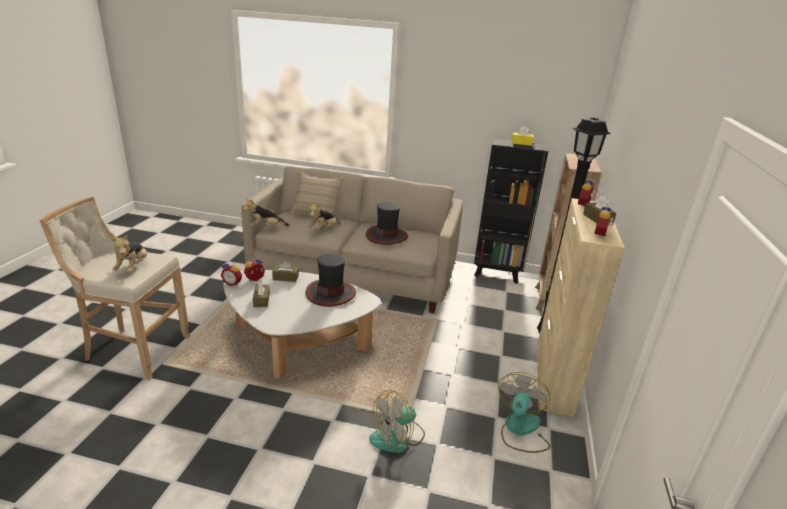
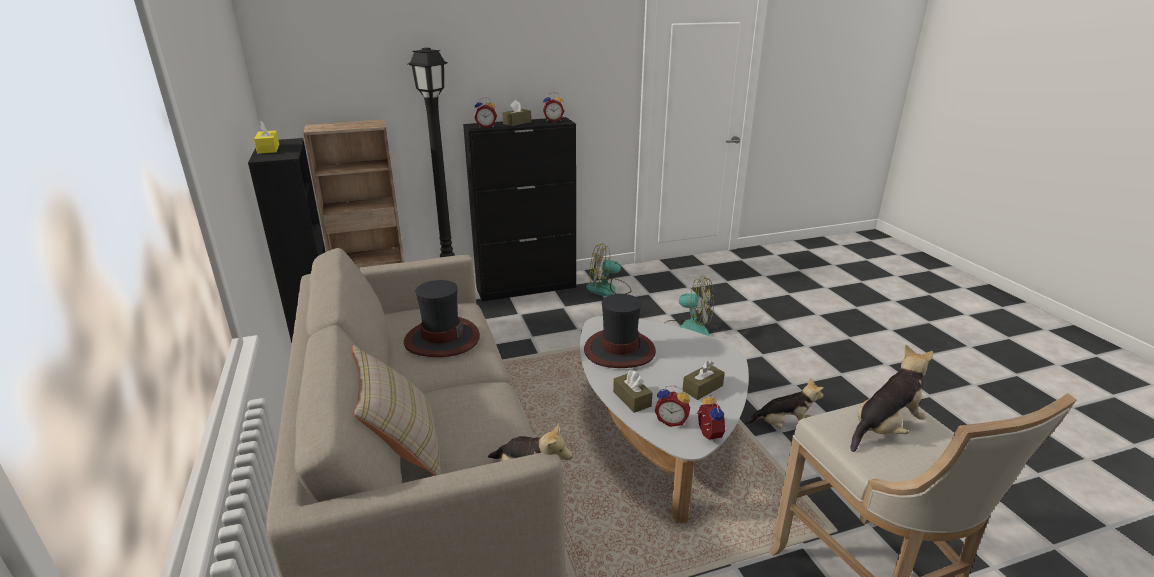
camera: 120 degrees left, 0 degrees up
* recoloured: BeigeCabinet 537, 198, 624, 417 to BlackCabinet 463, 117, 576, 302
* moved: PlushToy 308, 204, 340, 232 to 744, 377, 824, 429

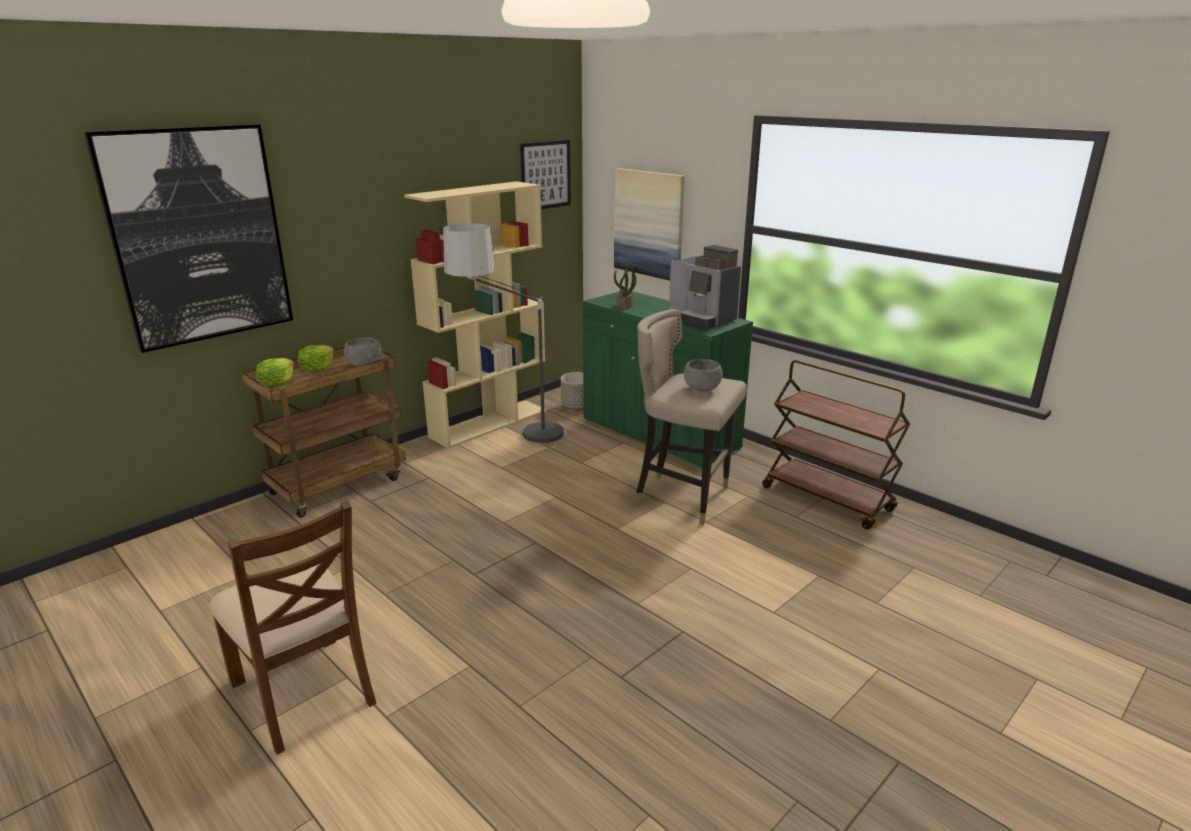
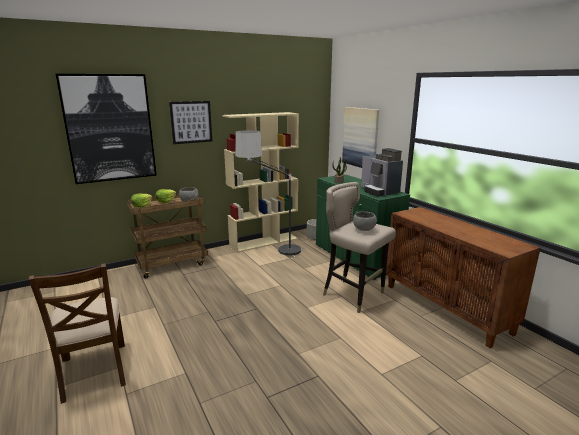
camera: 15 degrees right, 5 degrees down
* moved: Picture 520, 140, 571, 209 to 169, 101, 212, 144
* replaced: BrownCart 762, 360, 910, 530 to BrownCabinet 386, 207, 540, 348

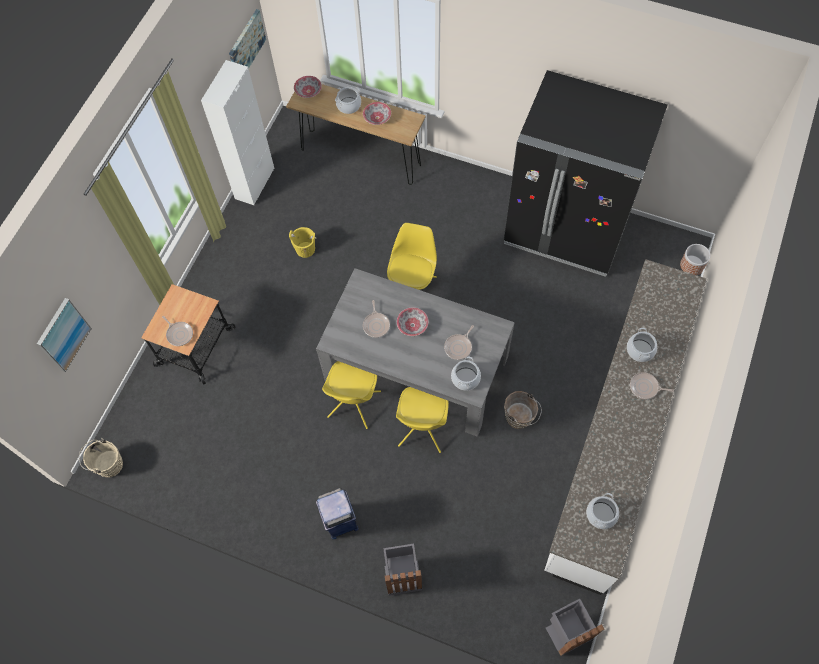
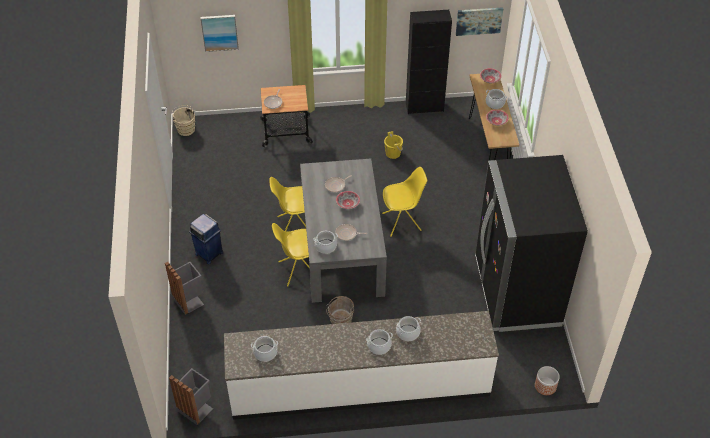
camera: 60 degrees right, 15 degrees down
* recoloured: WhiteCabinet 201, 60, 275, 205 to BlackCabinet 406, 10, 452, 114
* replaced: FryingPan 630, 372, 674, 399 to CookingPot 366, 329, 393, 355

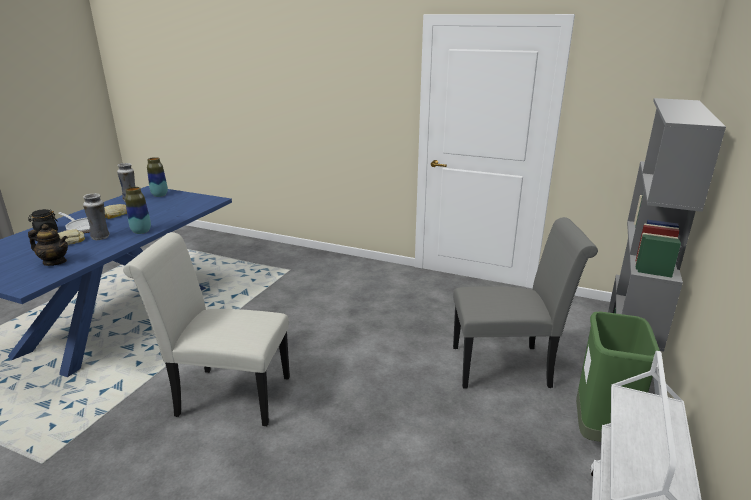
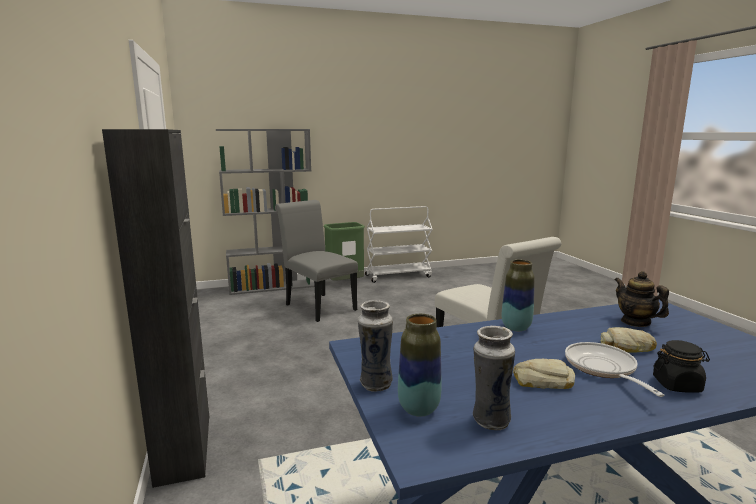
camera: 130 degrees left, 10 degrees down
* moved: Vase 83, 193, 110, 240 to 358, 300, 393, 392
* added: BlackCabinet 102, 129, 209, 488

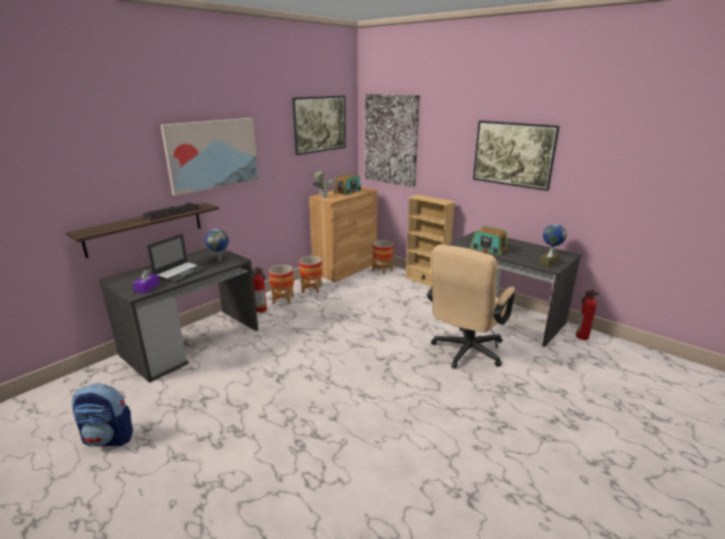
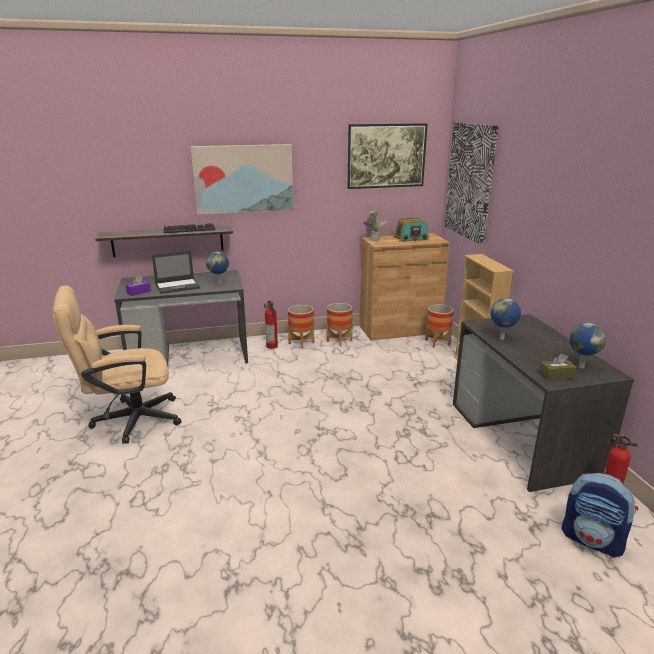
camera: 35 degrees right, 0 degrees up
* removed: Picture 473, 121, 560, 191
* replaced: Radio 470, 226, 508, 255 to Globe 490, 298, 521, 340
* moved: BeigeOfficeChair 427, 244, 515, 368 to 53, 285, 182, 444
* moved: Backpack 72, 383, 133, 447 to 562, 473, 638, 557

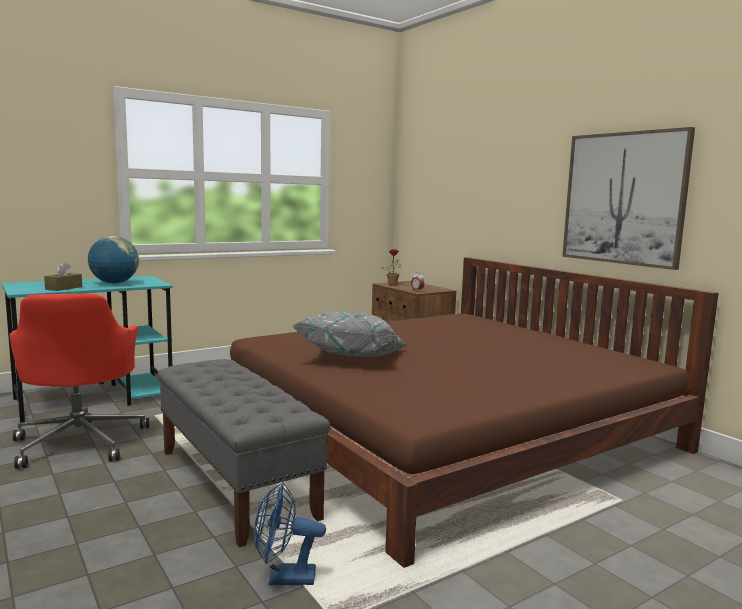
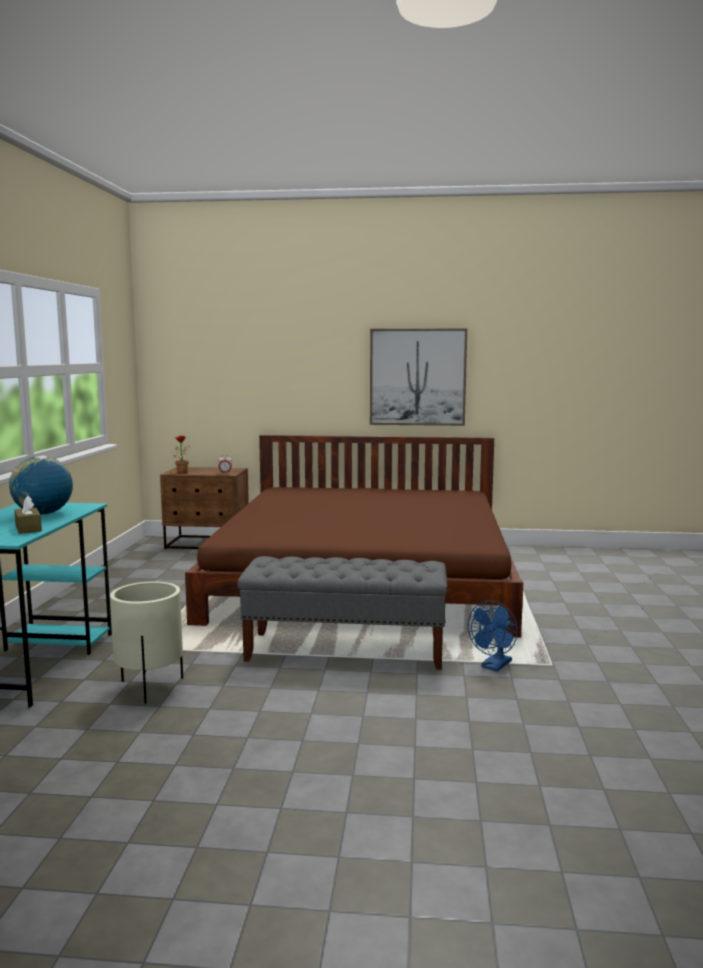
camera: 50 degrees left, 0 degrees up
* replaced: RedOfficeChair 9, 293, 149, 469 to BeigePlanter 110, 582, 183, 704
* removed: GreyPillow 293, 312, 407, 357

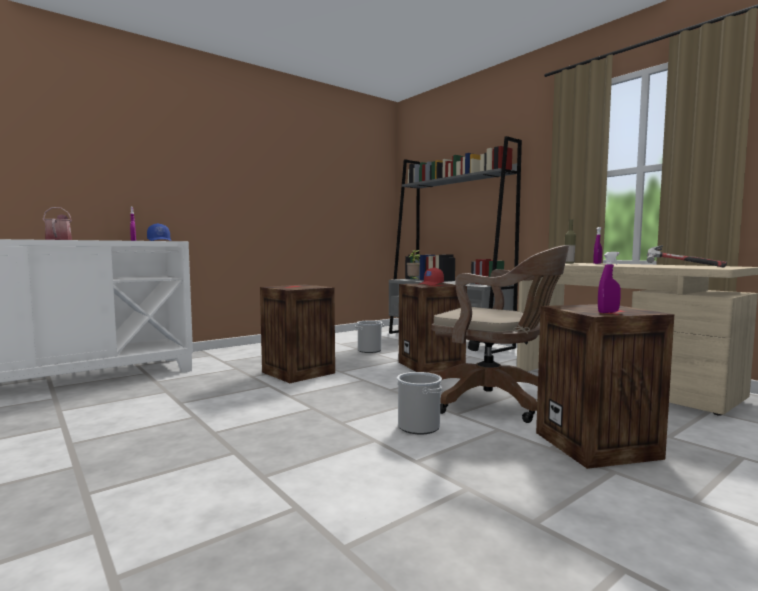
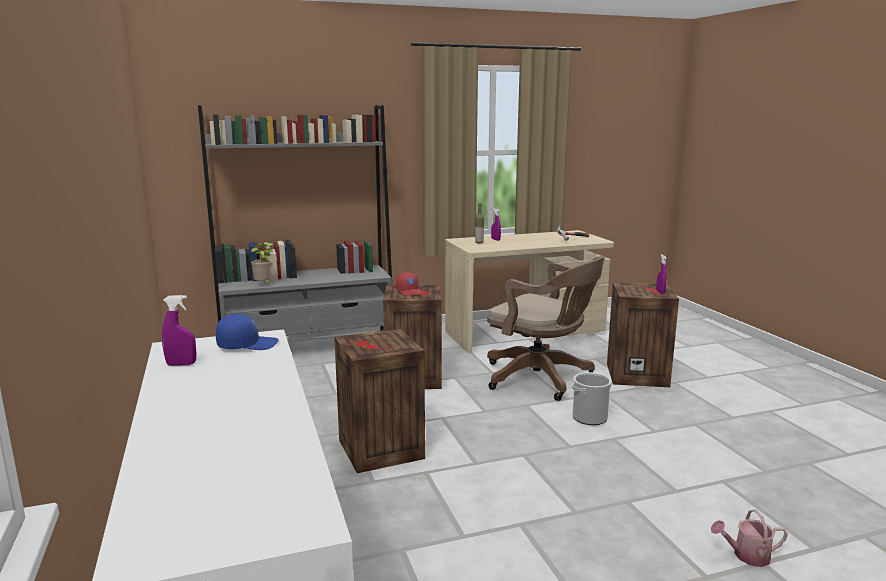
camera: 70 degrees left, 10 degrees up
* moved: WateringCan 42, 207, 72, 240 to 711, 510, 788, 567
* turned: BrownOfficeChair 428, 245, 569, 423 = 487, 256, 605, 401 75 degrees clockwise
* removed: Bucket 355, 320, 384, 353

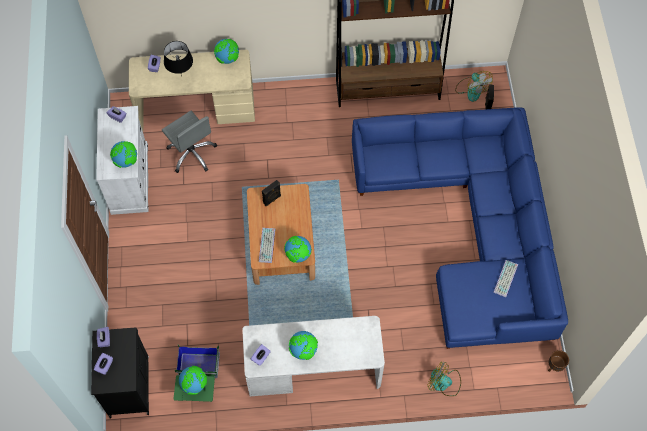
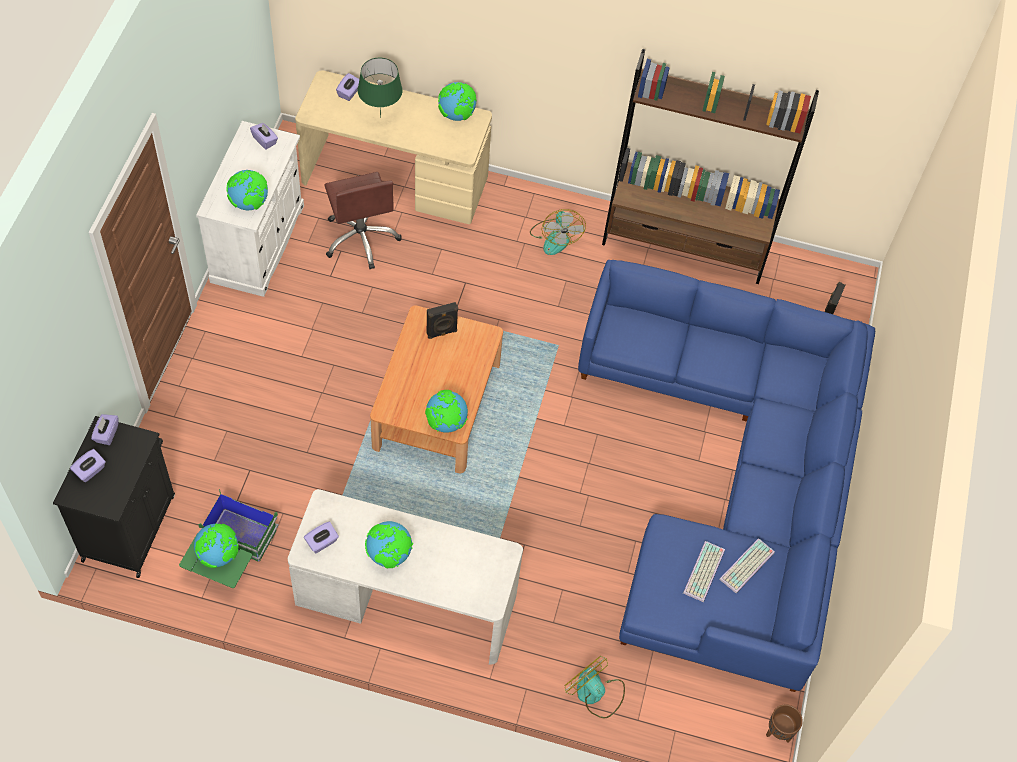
camera: 15 degrees right, 5 degrees down
* recoloured: BlackTableLamp 164, 41, 193, 76 to GreenTableLamp 358, 58, 402, 118
* moved: Fan 455, 71, 493, 102 to 530, 209, 586, 255
* recoloured: GreyOfficeChair 162, 111, 217, 173 to BrownOfficeChair 324, 172, 402, 269
* moved: Keyboard 259, 228, 275, 263 to 683, 541, 725, 602

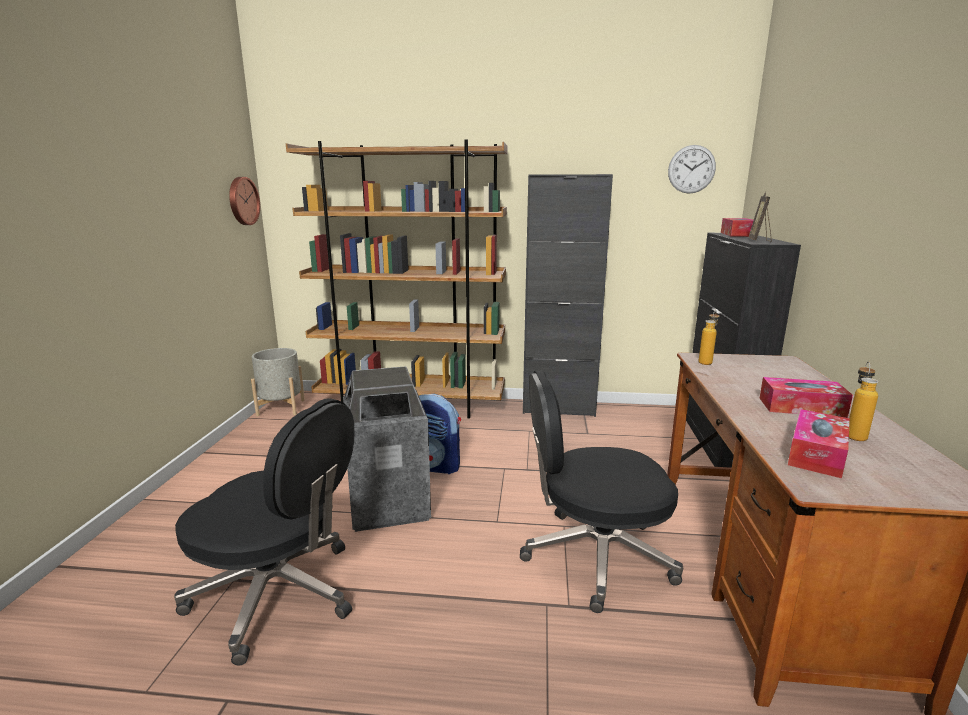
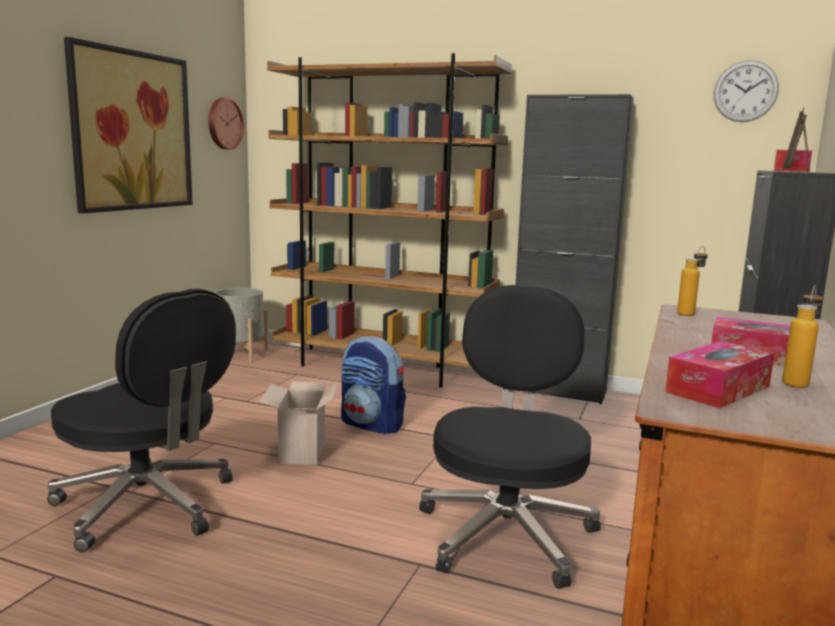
camera: 15 degrees right, 5 degrees down
* replaced: TrashCan 343, 366, 431, 532 to CardboardBox 259, 381, 339, 465
* turned: BlackOfficeChair 520, 370, 683, 613 = 419, 285, 601, 589 90 degrees clockwise
* added: Picture 64, 37, 193, 213

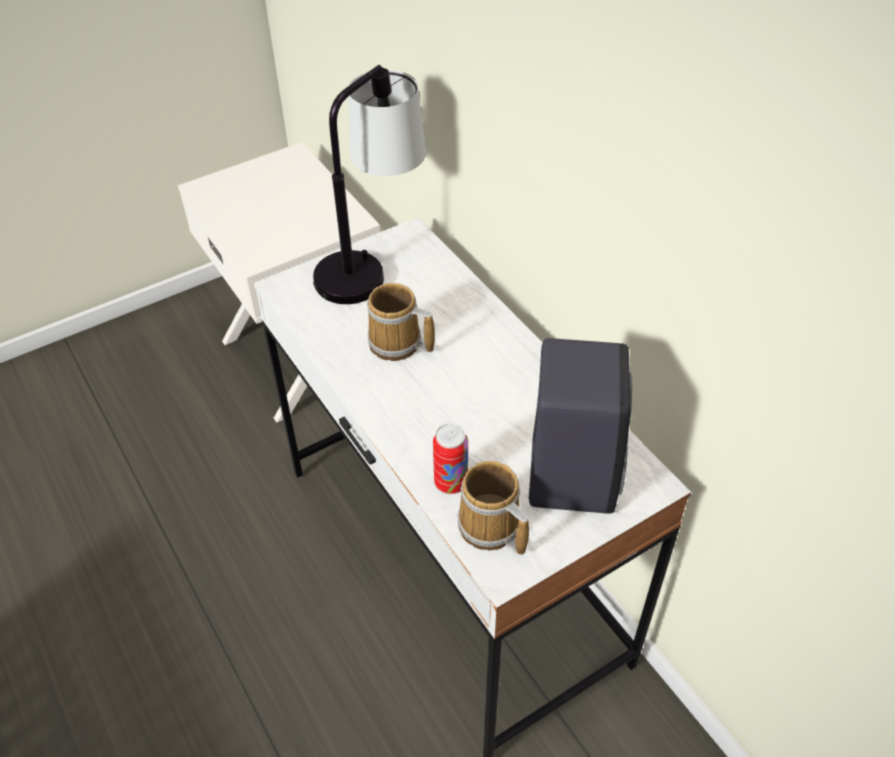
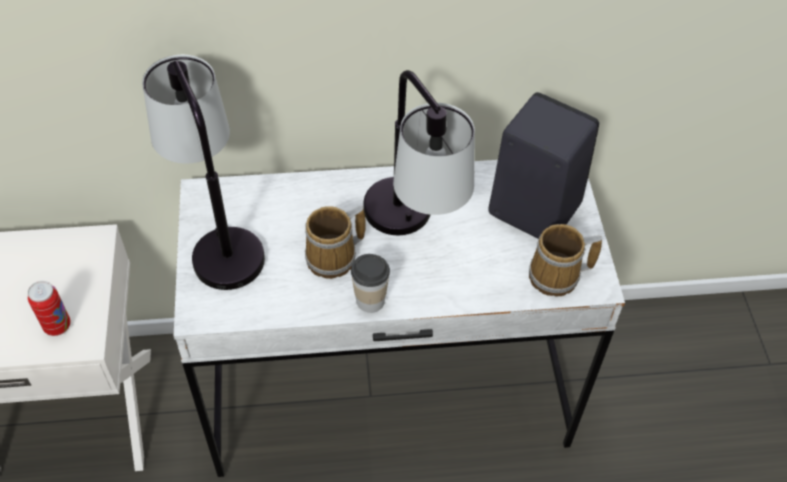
camera: 65 degrees left, 5 degrees up
* moved: Can 433, 423, 468, 494 to 28, 281, 70, 336
* added: TableLamp 364, 70, 475, 235
* added: Cup 351, 254, 390, 313

